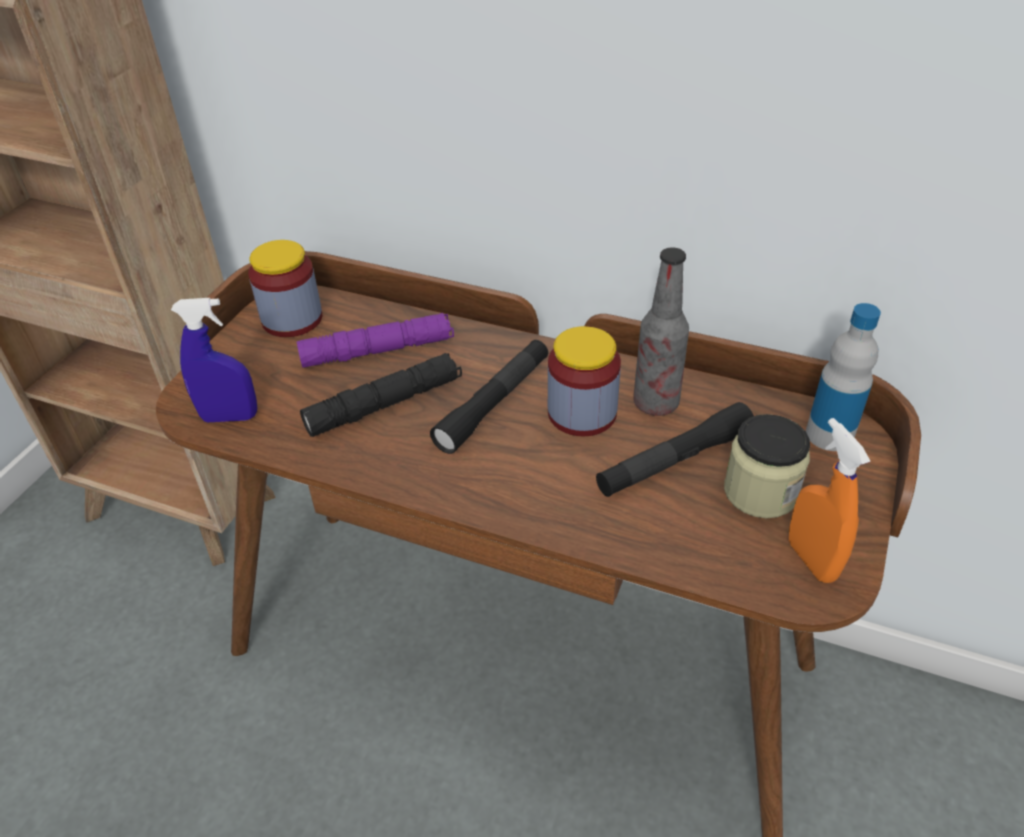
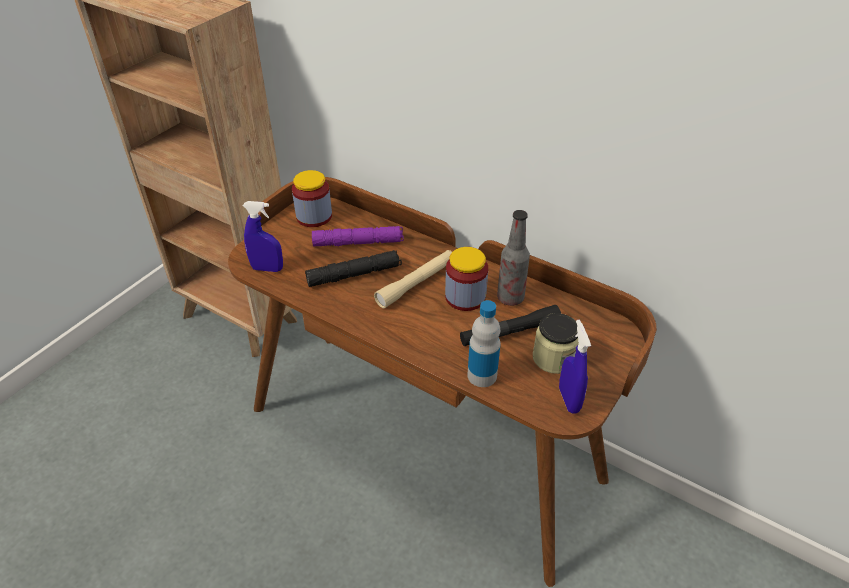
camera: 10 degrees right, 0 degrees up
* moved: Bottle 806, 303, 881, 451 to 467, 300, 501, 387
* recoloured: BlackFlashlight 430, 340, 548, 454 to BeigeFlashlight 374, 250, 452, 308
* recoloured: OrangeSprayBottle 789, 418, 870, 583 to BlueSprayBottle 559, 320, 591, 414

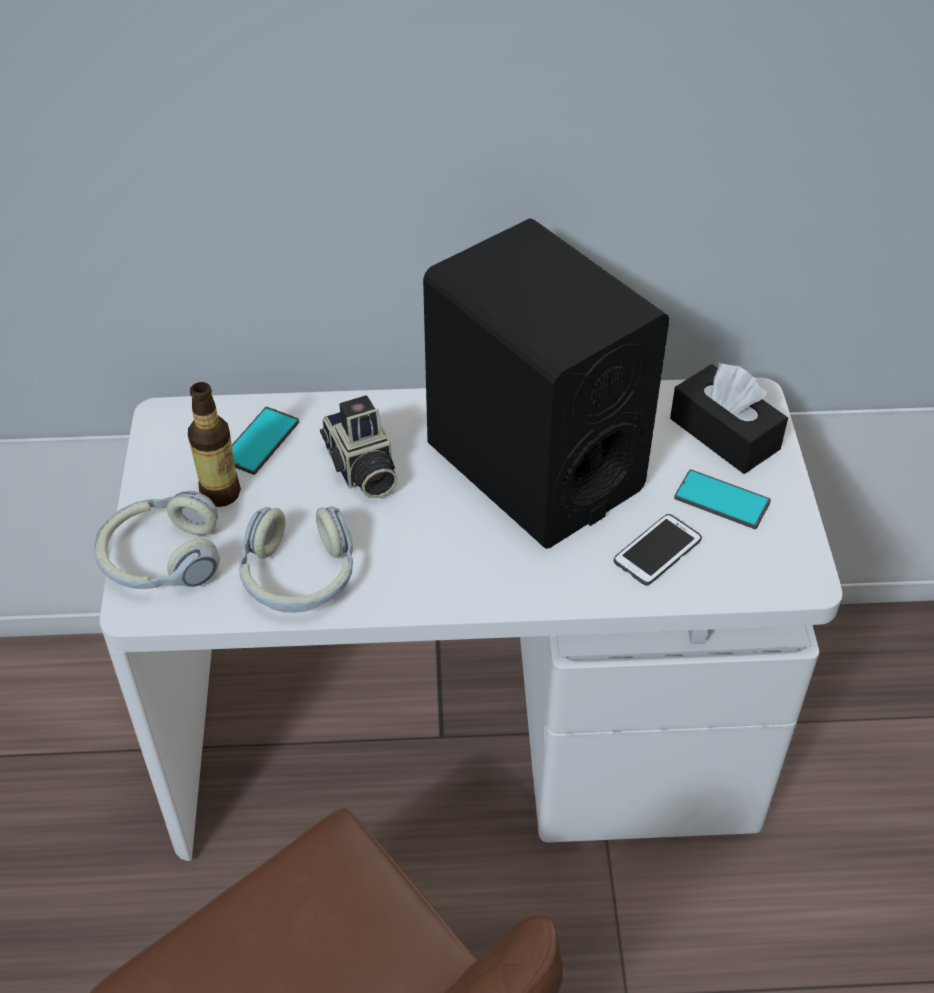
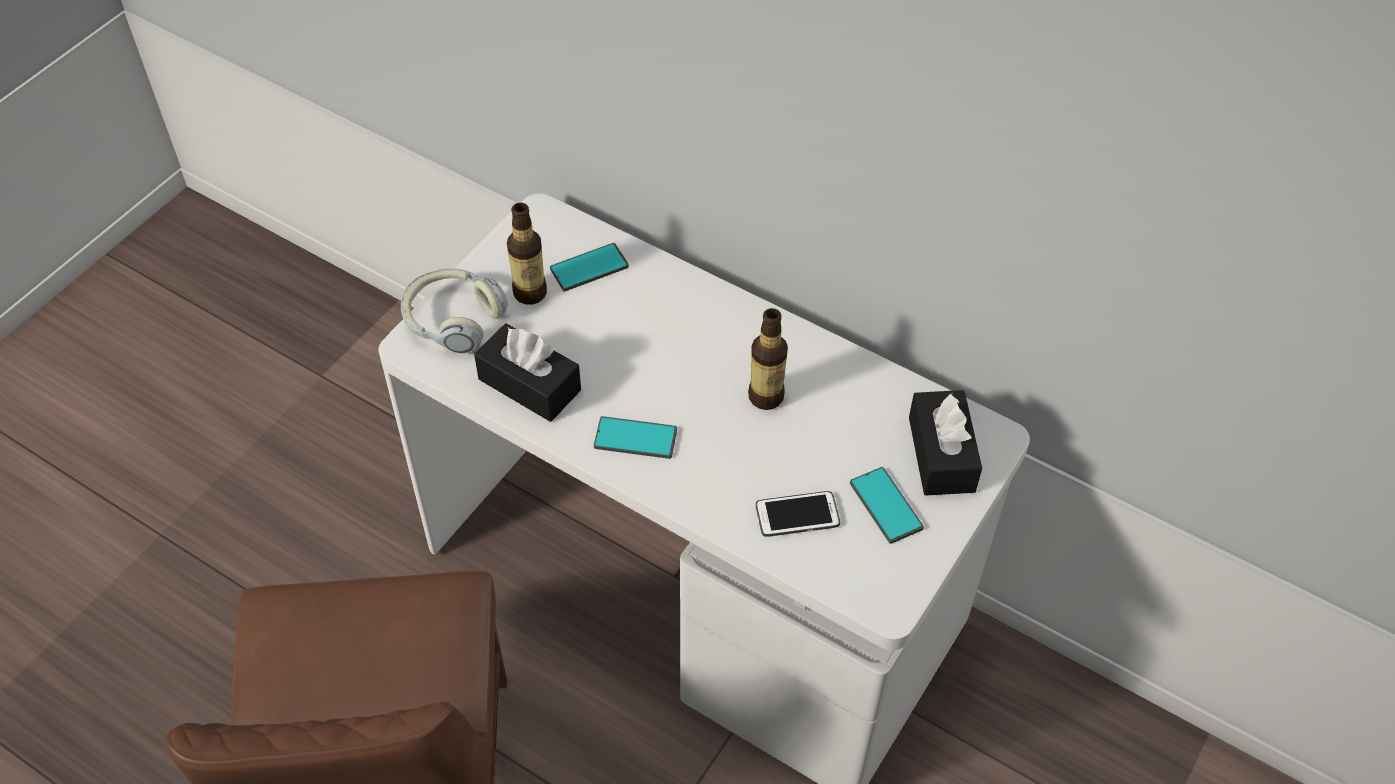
camera: 35 degrees right, 5 degrees up
* replaced: BlackSpeaker 423, 219, 670, 549 to Bottle 748, 308, 788, 410
* removed: PhotoCamera 320, 395, 398, 498
* replaced: Headphones 239, 506, 353, 613 to BlackTissueBox 474, 323, 581, 422
* added: Phone 594, 416, 677, 459

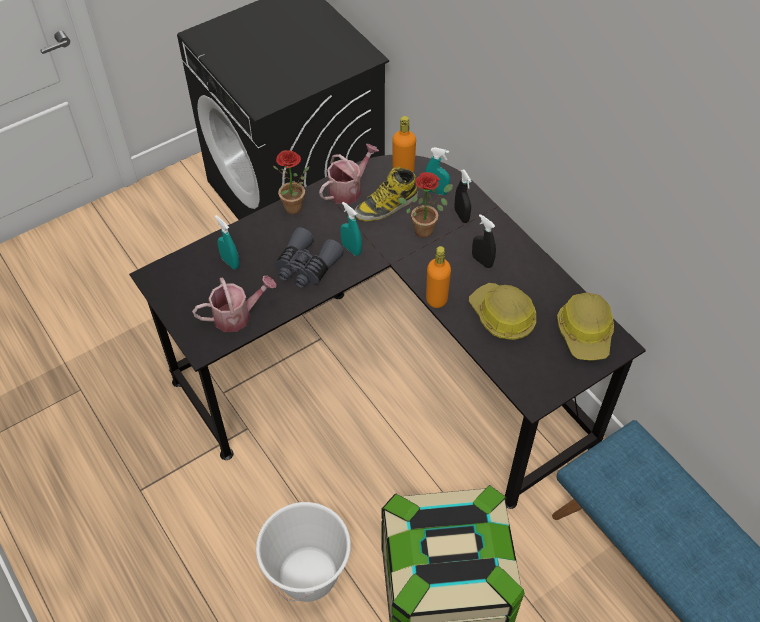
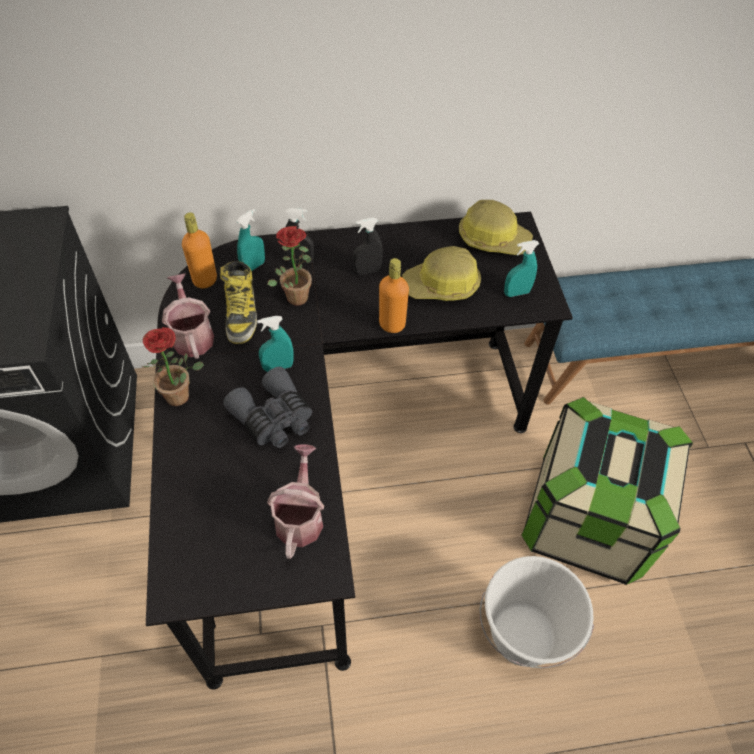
camera: 65 degrees left, 0 degrees up
* moved: TurquoiseSprayBottle 215, 215, 240, 269 to 504, 240, 539, 297

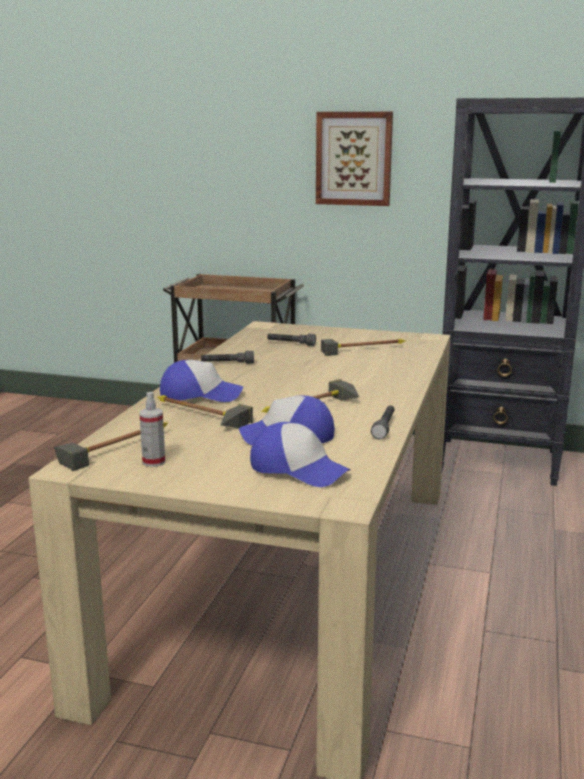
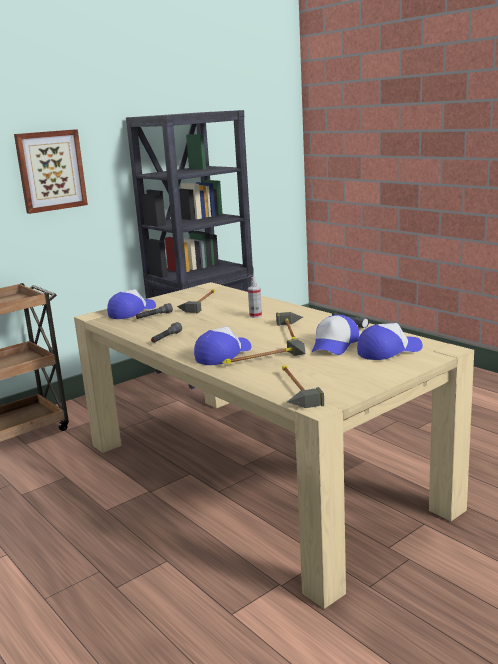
camera: 55 degrees left, 0 degrees up
* moved: SprayBottle 139, 392, 165, 467 to 248, 277, 262, 318
* added: Cap 107, 289, 156, 319

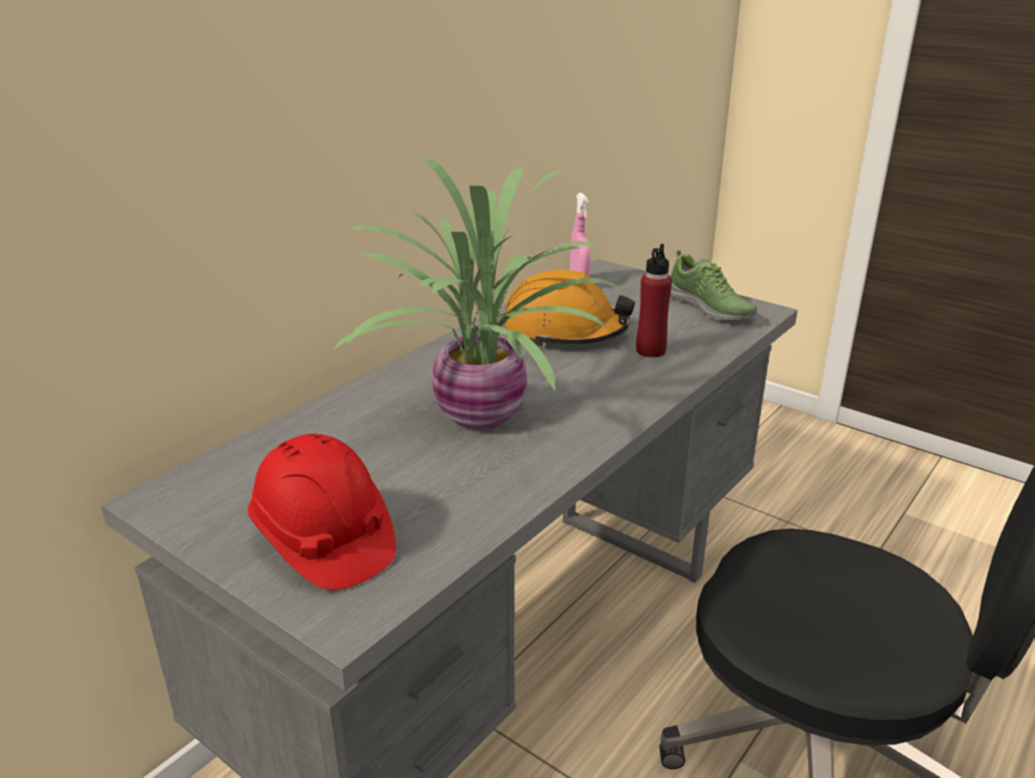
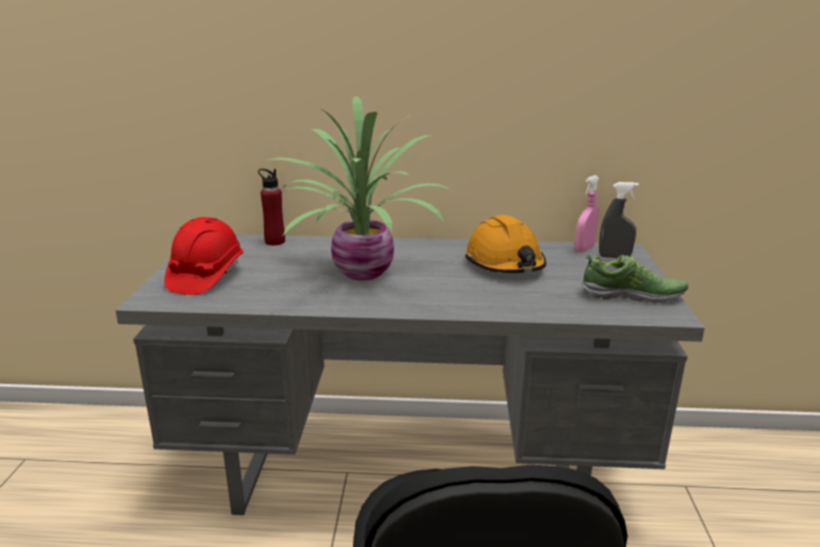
camera: 55 degrees right, 5 degrees down
* moved: RedBottle 636, 244, 672, 358 to 258, 169, 285, 245
* turned: Shoe 670, 250, 757, 320 = 581, 254, 688, 303 105 degrees counterclockwise
* added: GreySprayBottle 599, 182, 639, 258

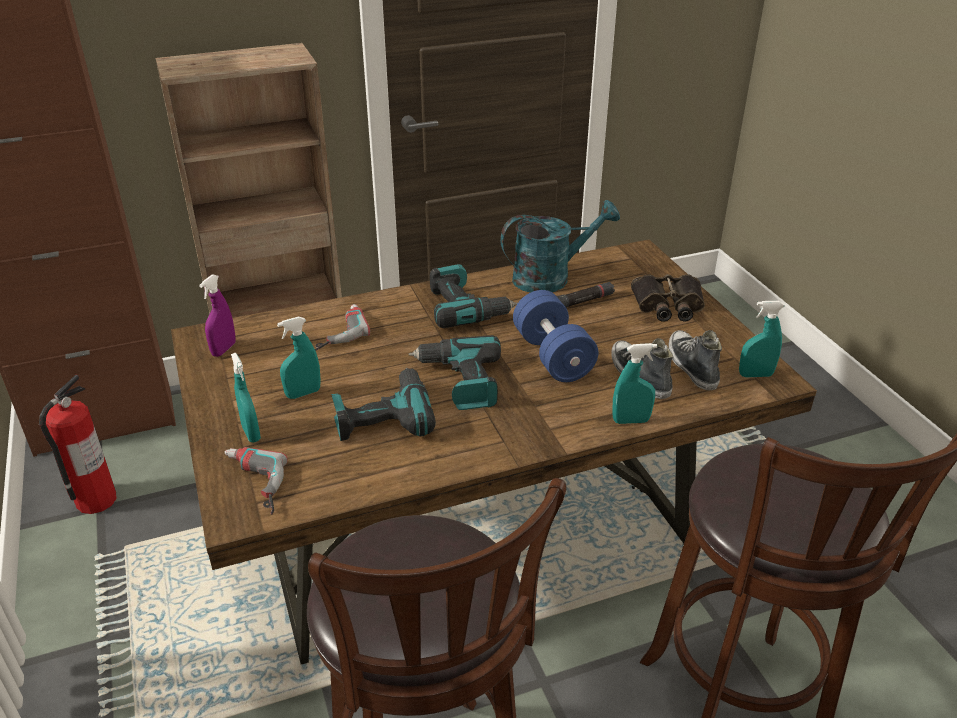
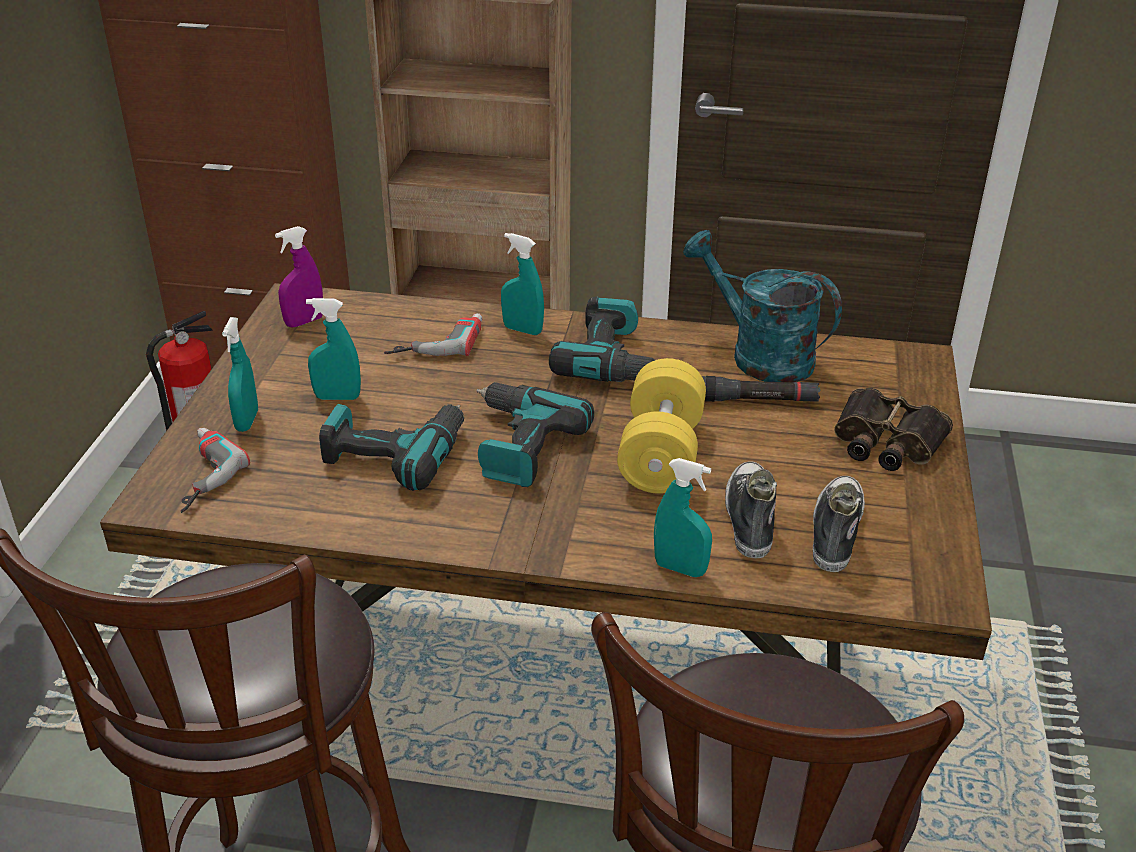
camera: 30 degrees right, 0 degrees up
* turned: TurquoiseWateringCan 500, 200, 620, 293 = 683, 230, 842, 382 150 degrees counterclockwise
* recoloured: BlueDumbbell 513, 290, 598, 382 to YellowDumbbell 617, 358, 706, 494
* moved: TurquoiseSprayBottle 739, 301, 784, 378 to 501, 233, 544, 335

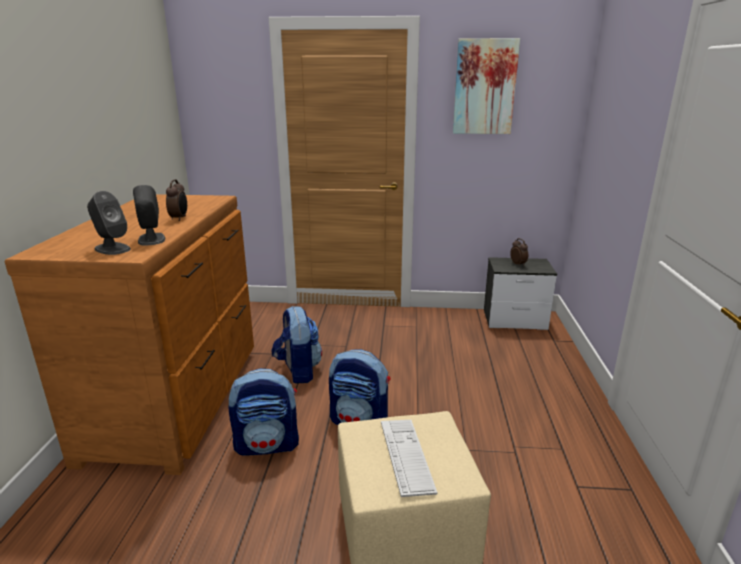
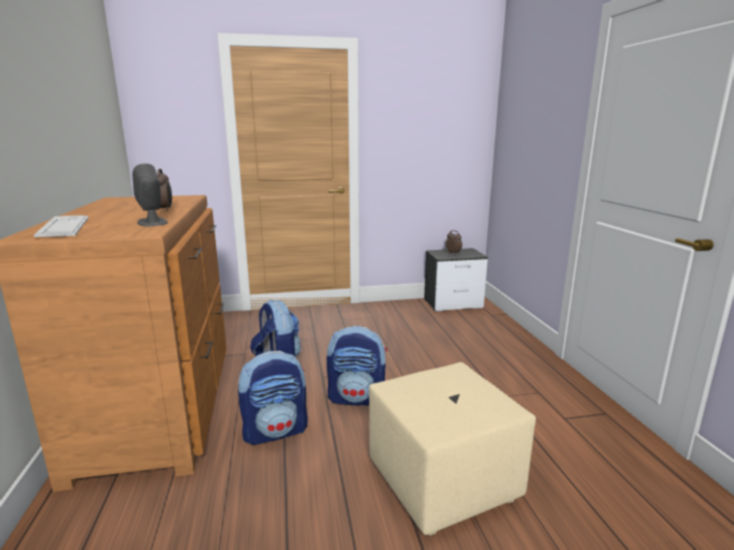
camera: 15 degrees left, 5 degrees down
* removed: Picture 453, 38, 520, 134
* removed: GreySpeaker 87, 191, 131, 255
* moved: Keyboard 381, 420, 438, 497 to 34, 215, 89, 237

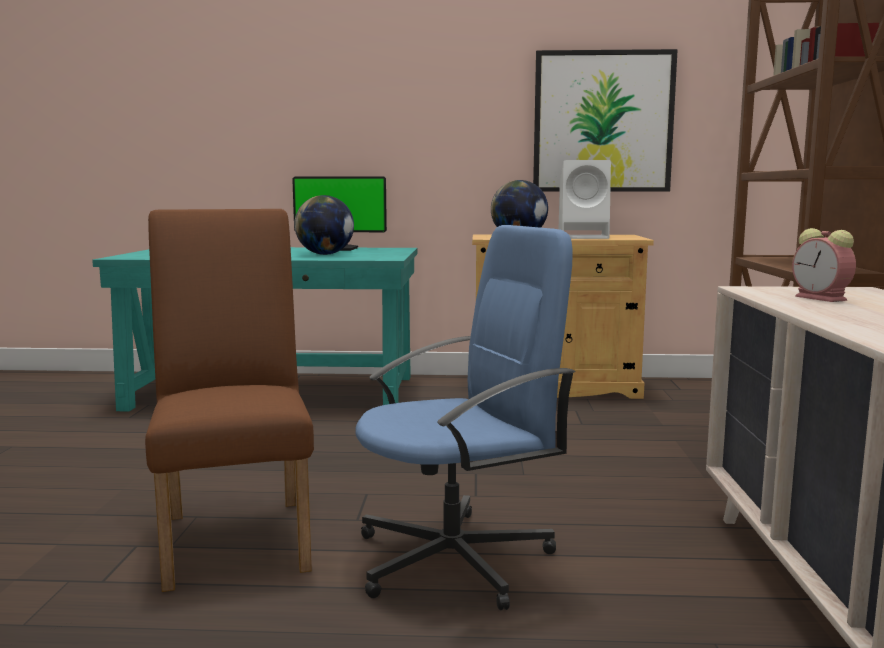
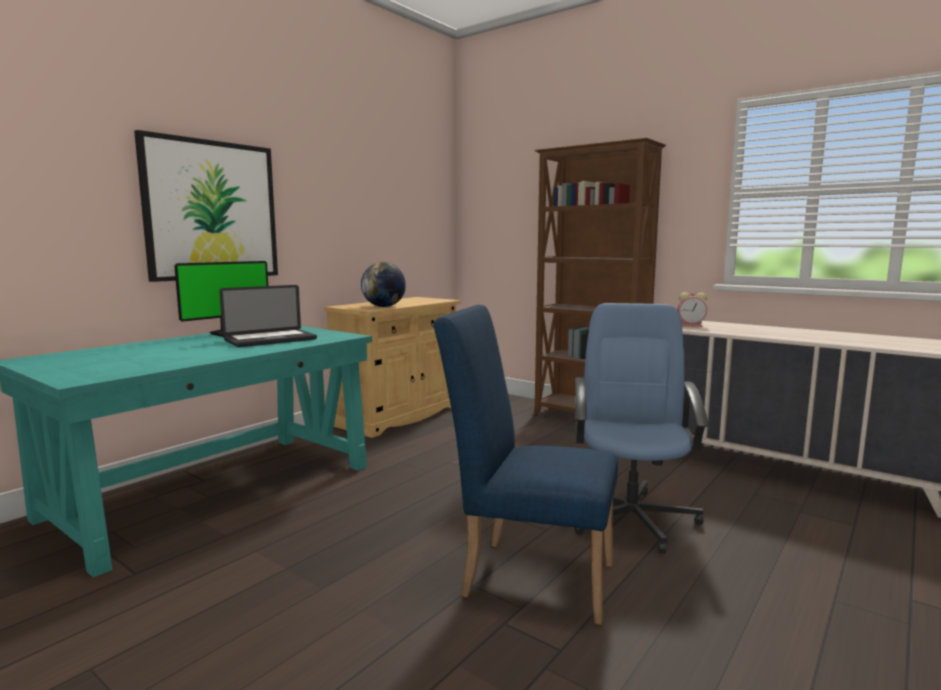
camera: 55 degrees left, 0 degrees up
* moved: Picture 533, 49, 678, 191 to 134, 130, 278, 282
* removed: WhiteSpeaker 559, 160, 611, 239
* replaced: Globe 294, 195, 354, 255 to Laptop 219, 285, 317, 347
* recoloured: BrownChair 145, 209, 314, 592 to BlueChair 433, 305, 618, 625

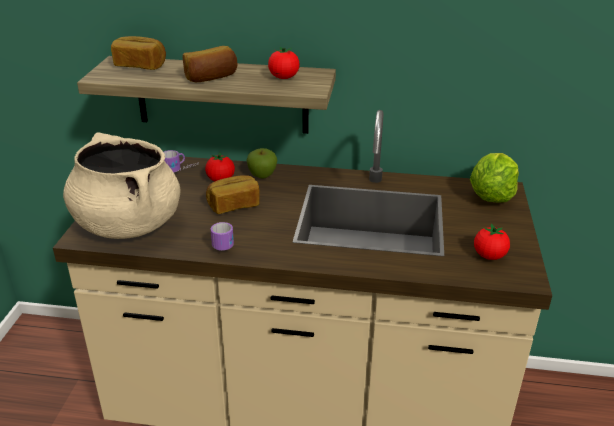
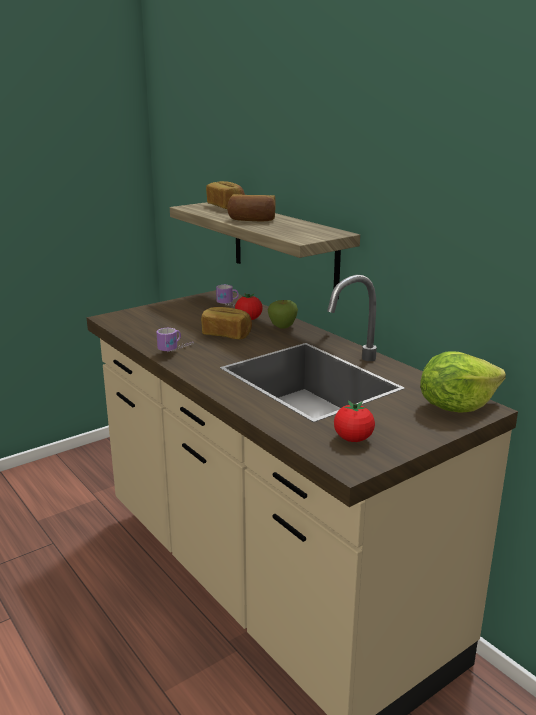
camera: 45 degrees right, 10 degrees down
* removed: Tomato 268, 47, 300, 79
* removed: BeigeCookingPot 63, 132, 181, 239

